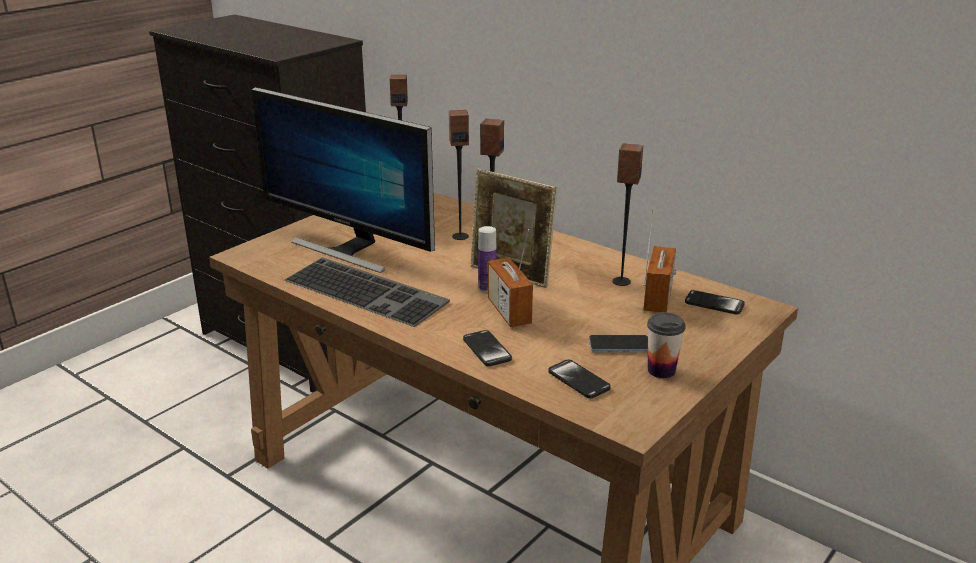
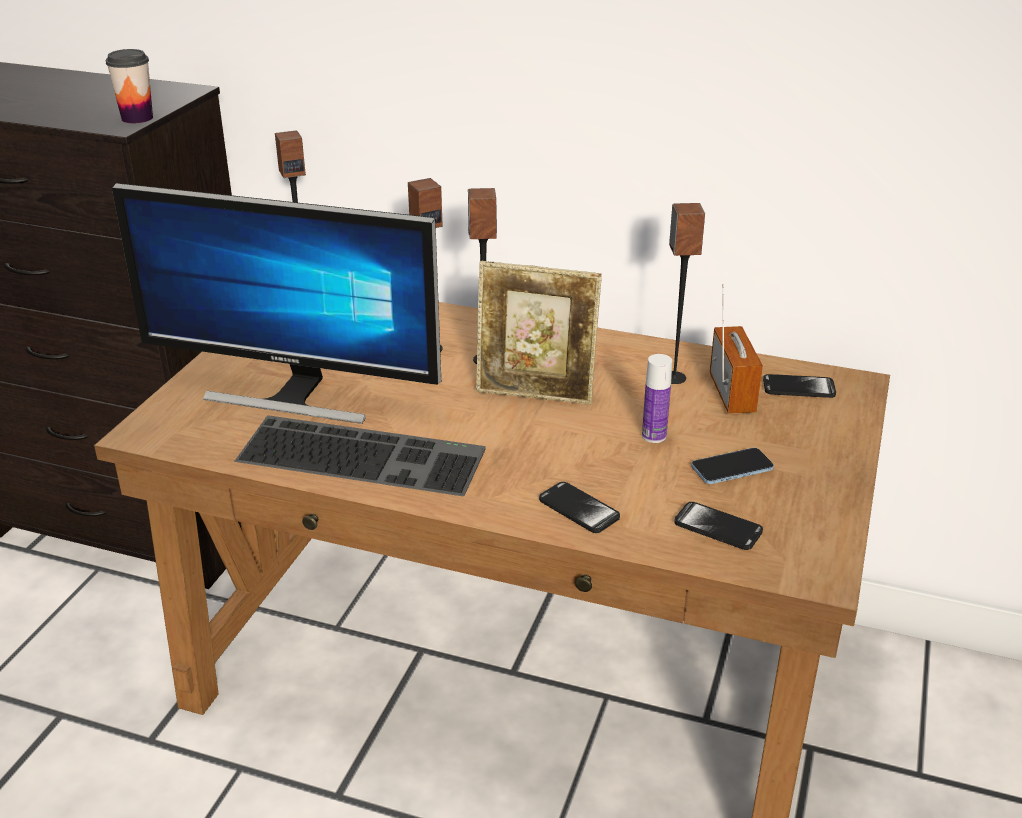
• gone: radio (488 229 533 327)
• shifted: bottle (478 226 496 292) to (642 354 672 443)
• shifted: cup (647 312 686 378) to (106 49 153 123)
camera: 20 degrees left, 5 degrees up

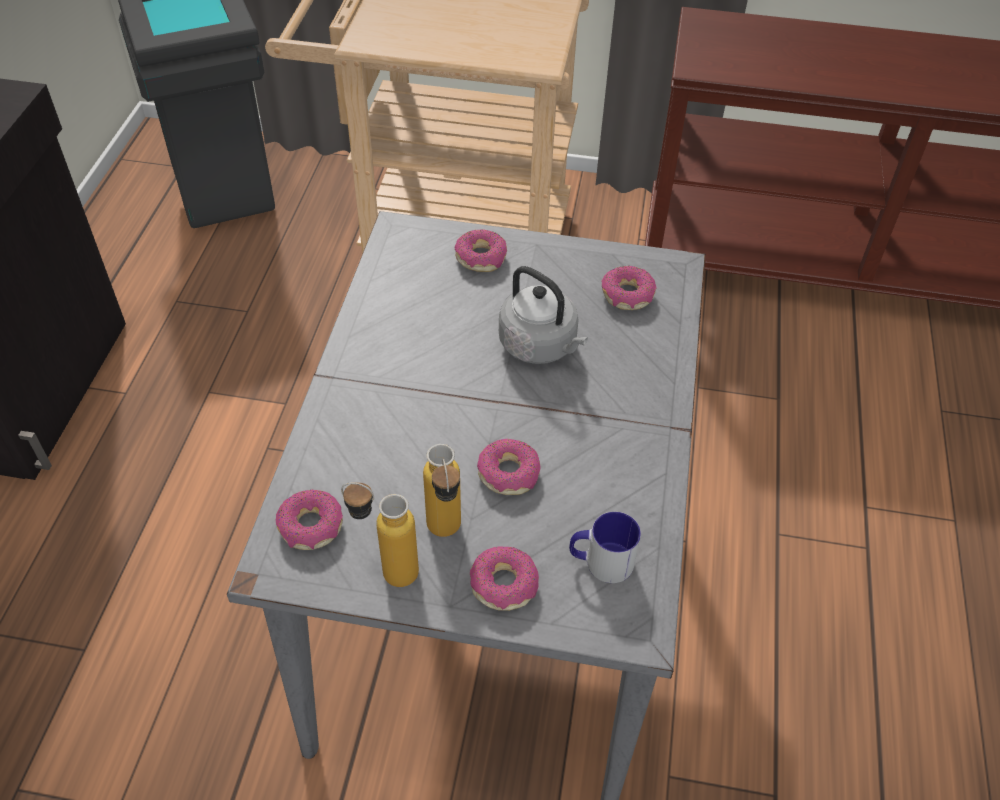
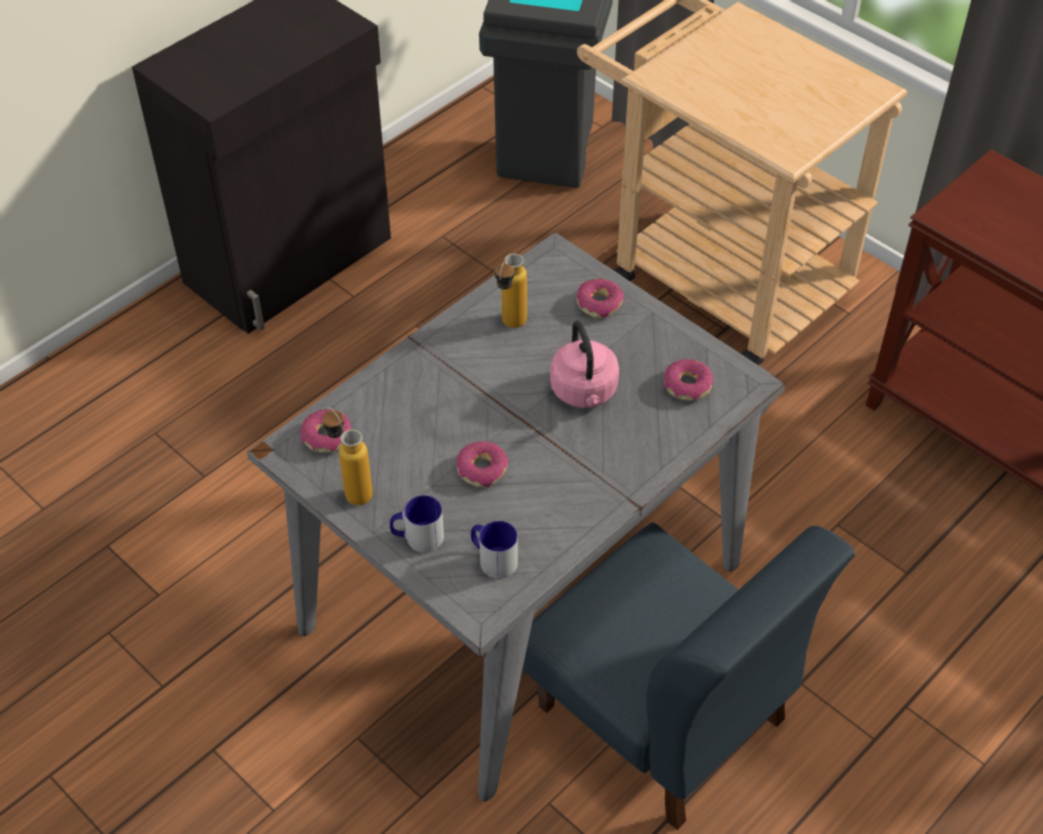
• new: blue chair (522 522 855 830)
• shifted: bottle (423 444 461 537) to (495 254 527 328)
• swapped: donut (470 547 539 611) to mug (390 495 444 553)
• repainted: grey kettle (499 266 588 364) to pink kettle (550 321 619 408)
camera: 35 degrees right, 0 degrees up

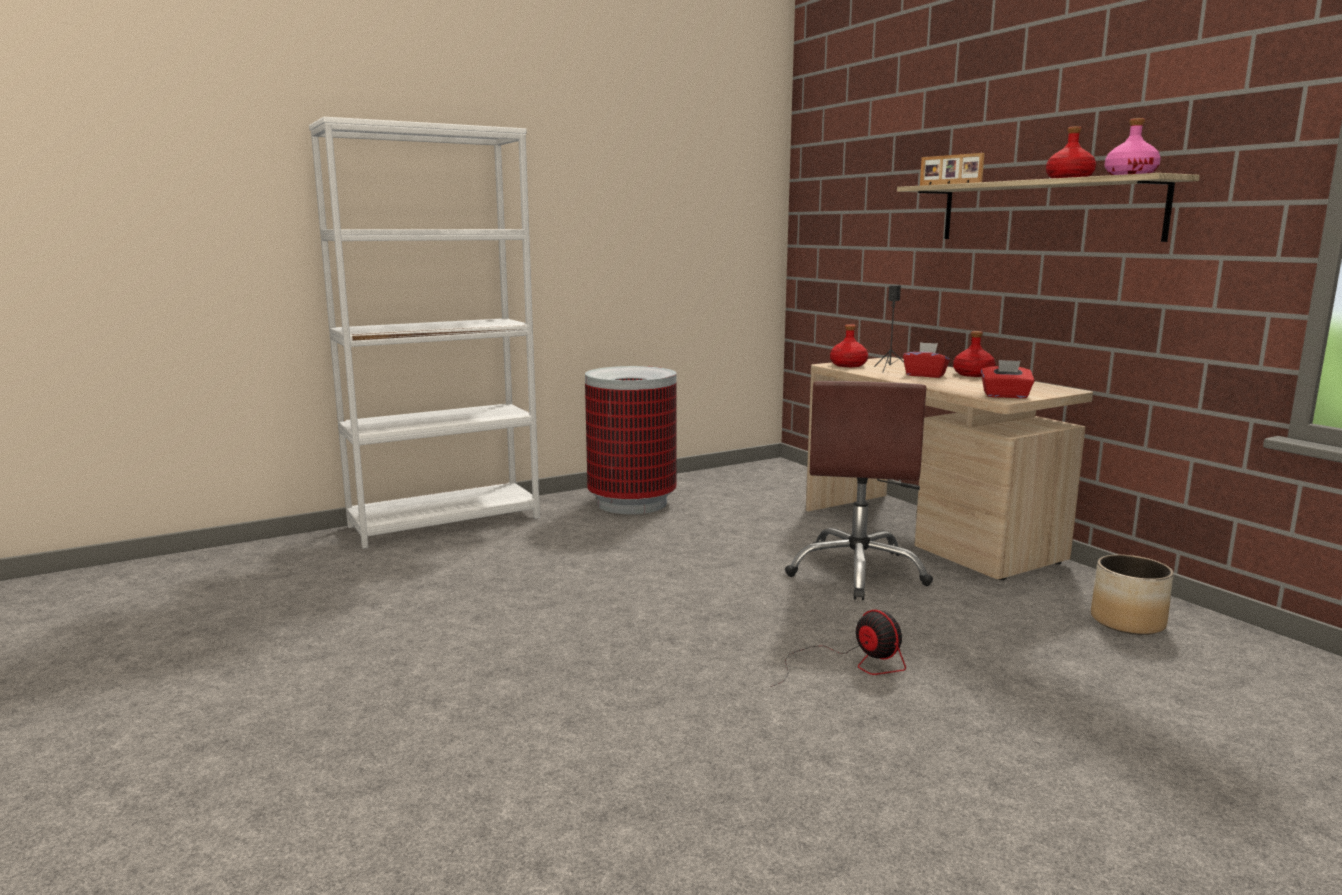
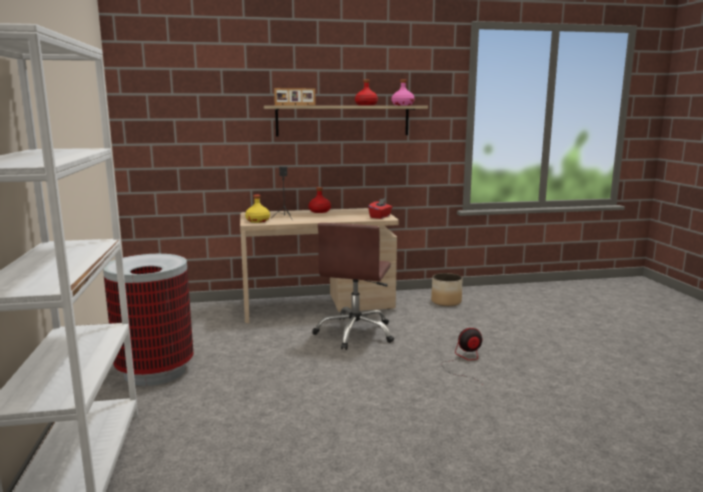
• gone: red tissue box (903 342 950 378)
• repainted: red bottle (830 324 868 367) to yellow bottle (245 195 270 223)
• rotated: brown office chair (785 381 933 600) = (312 223 394 350) 75 degrees clockwise
camera: 70 degrees left, 0 degrees up

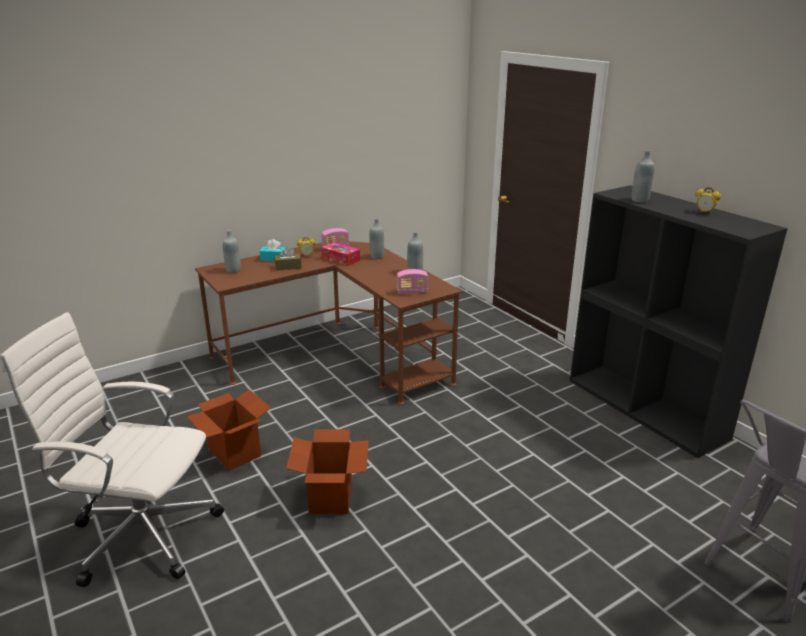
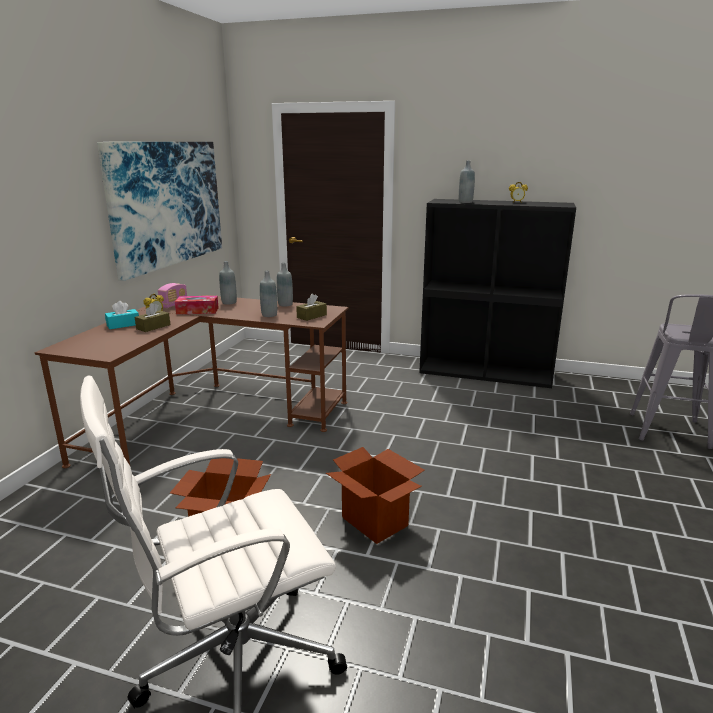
• new: picture (97 142 222 281)
• shifted: grey bottle (223 230 241 273) to (260 270 277 317)
• swapped: radio (397 269 428 294) to brown tissue box (296 294 327 321)
camera: 40 degrees left, 5 degrees down

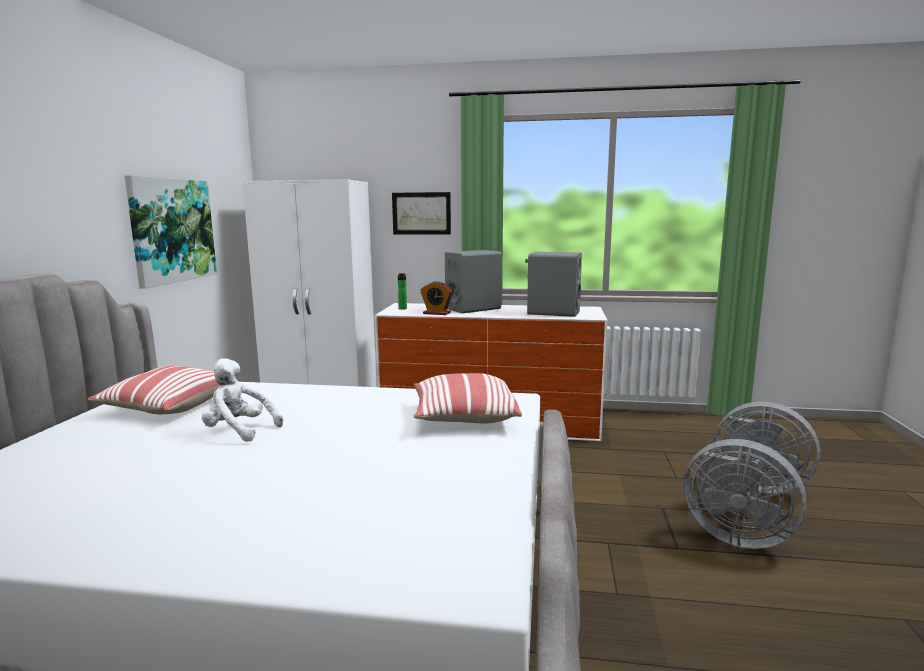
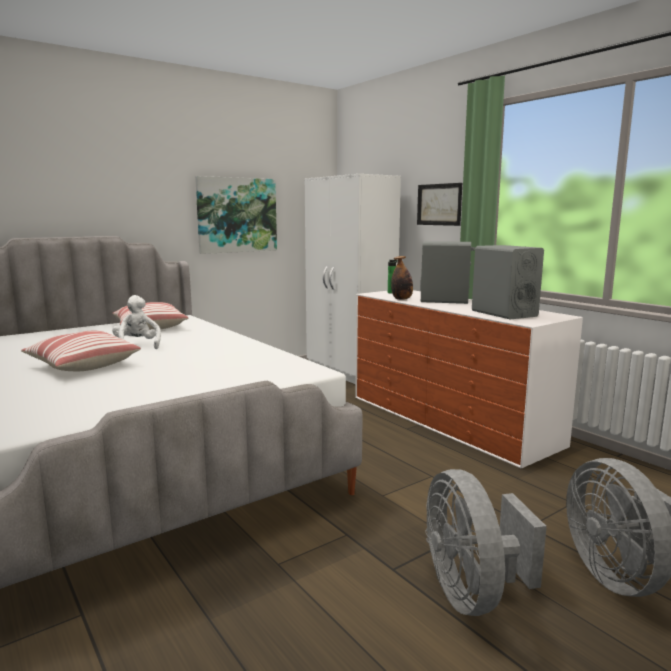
• shifted: pillow (413 373 522 424) to (21 331 141 371)
• swapped: alarm clock (421 281 453 315) to bottle (391 256 413 300)
camera: 45 degrees right, 0 degrees up

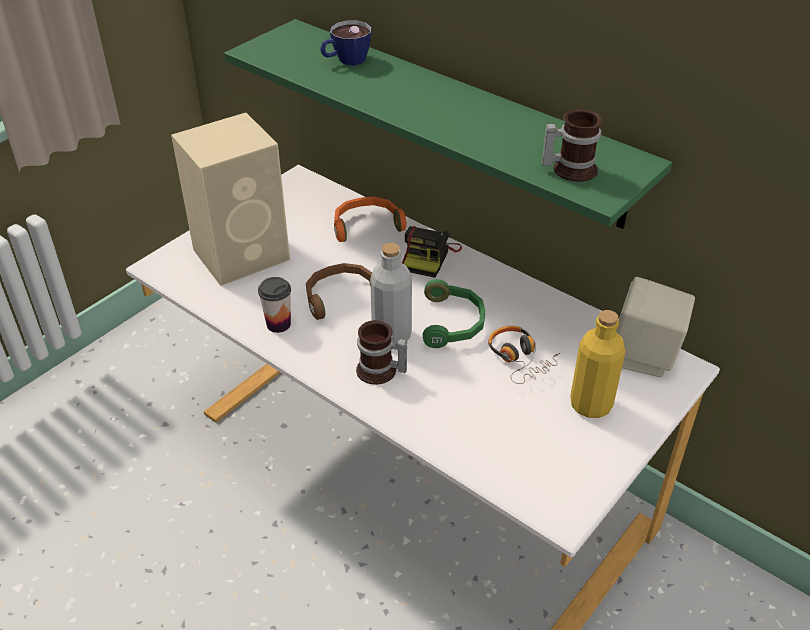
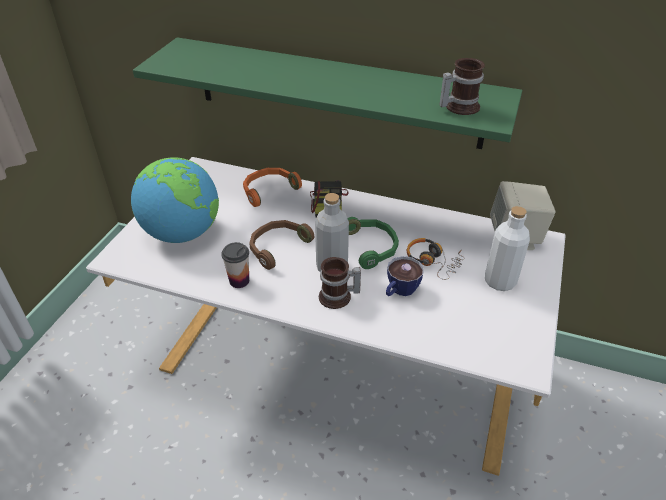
• shifted: cup (320 21 371 65) to (386 256 424 296)
• swapped: beige speaker (171 113 290 286) to globe (131 157 219 243)
• repainted: yellow bottle (570 310 625 418) to white bottle (485 206 530 291)
camera: 20 degrees left, 0 degrees up

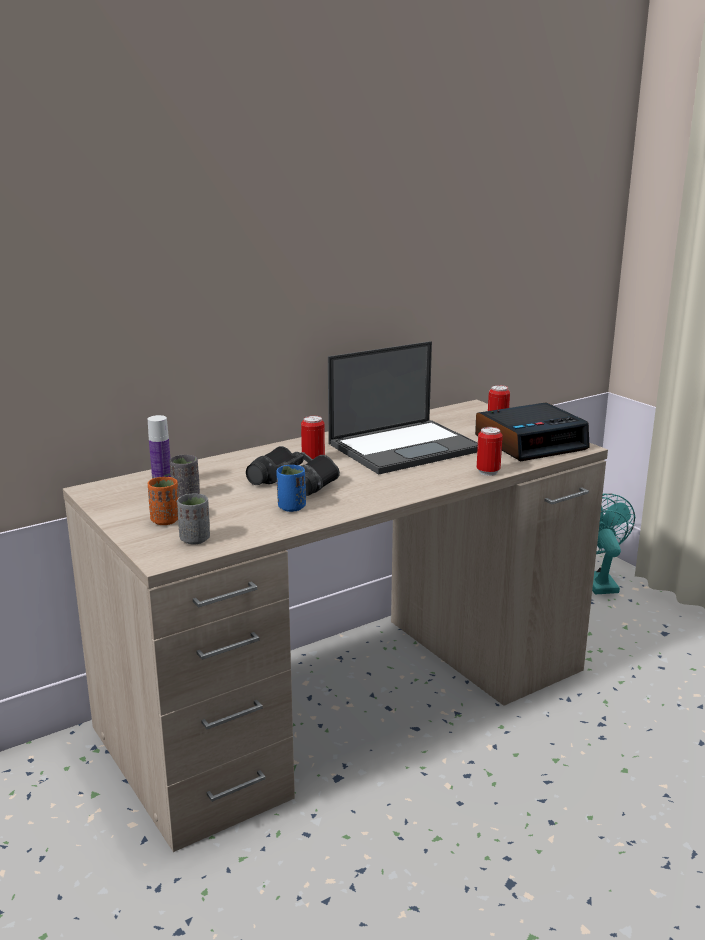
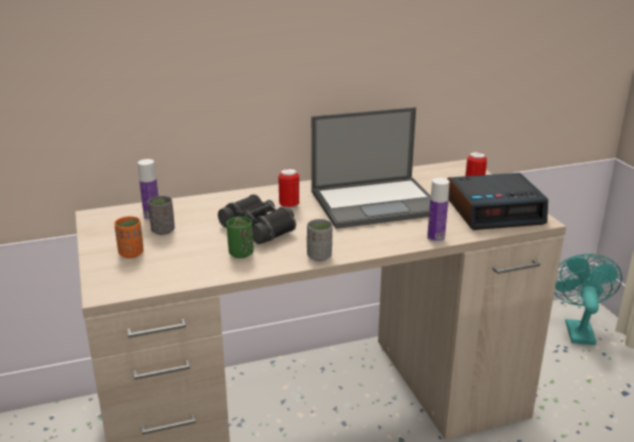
• shifted: grey cup (177 494 210 545) to (307 219 332 261)
• swapped: can (477 427 503 476) to bottle (427 178 449 243)
• repainted: blue cup (276 465 306 512) to green cup (227 217 254 258)
camera: 15 degrees right, 5 degrees up

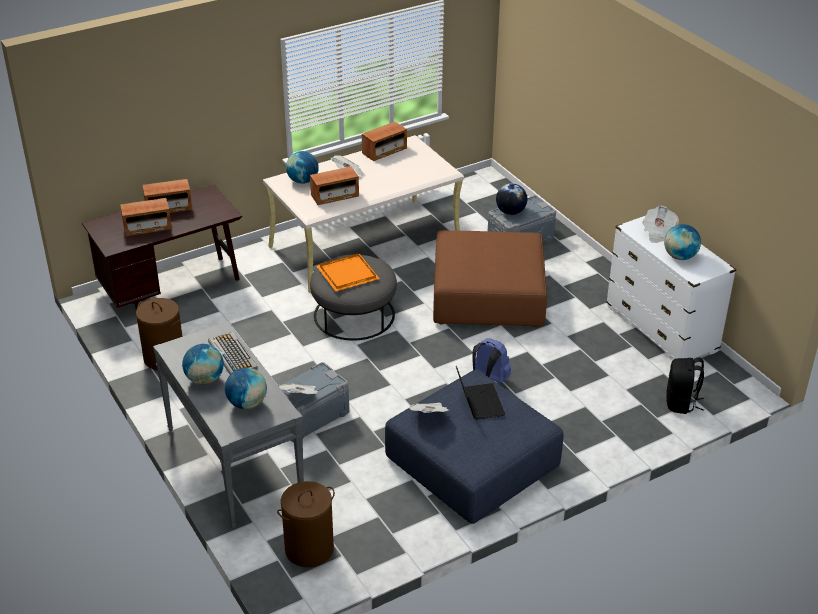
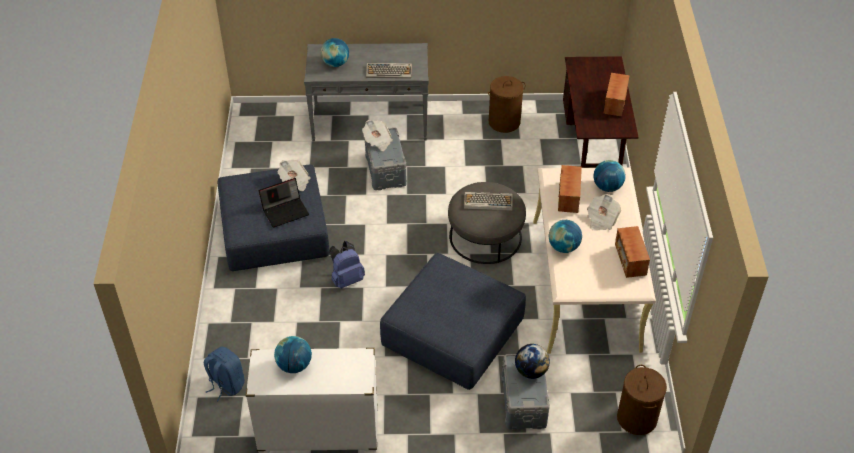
• gone: radio (120 198 172 236)
• gone: newspaper (642 206 679 243)
• shifted: globe (182 344 224 385) to (549 220 582 253)
• shifted: brown laundry basket (277 481 335 567) to (617 365 667 435)
• swapped: orange tray (317 254 380 291) to keyboard (464 192 513 211)
• repainted: brown ottoman (433 230 547 327) to blue ottoman (380 253 526 390)
• repainted: black backpack (666 357 704 414) to blue backpack (204 347 245 401)
• rotated: laptop (456 365 505 420) = (259 178 309 228) 45 degrees counterclockwise
camera: 120 degrees right, 10 degrees up

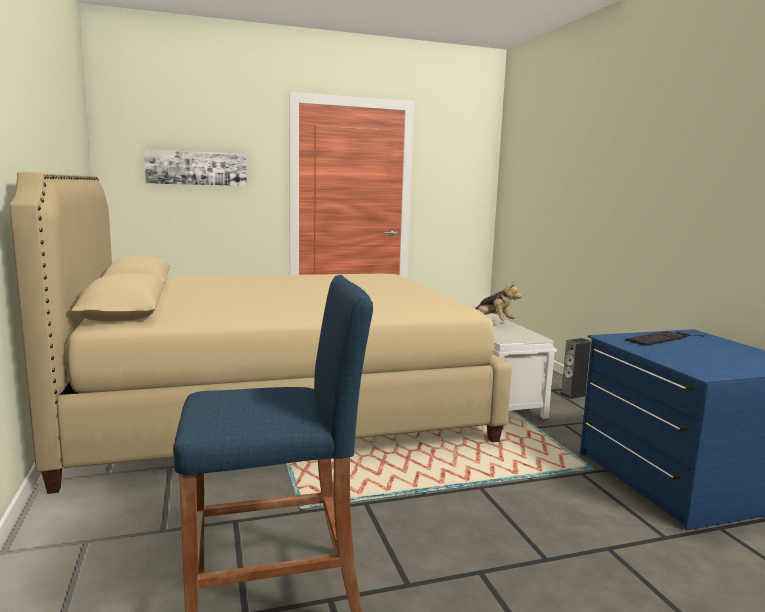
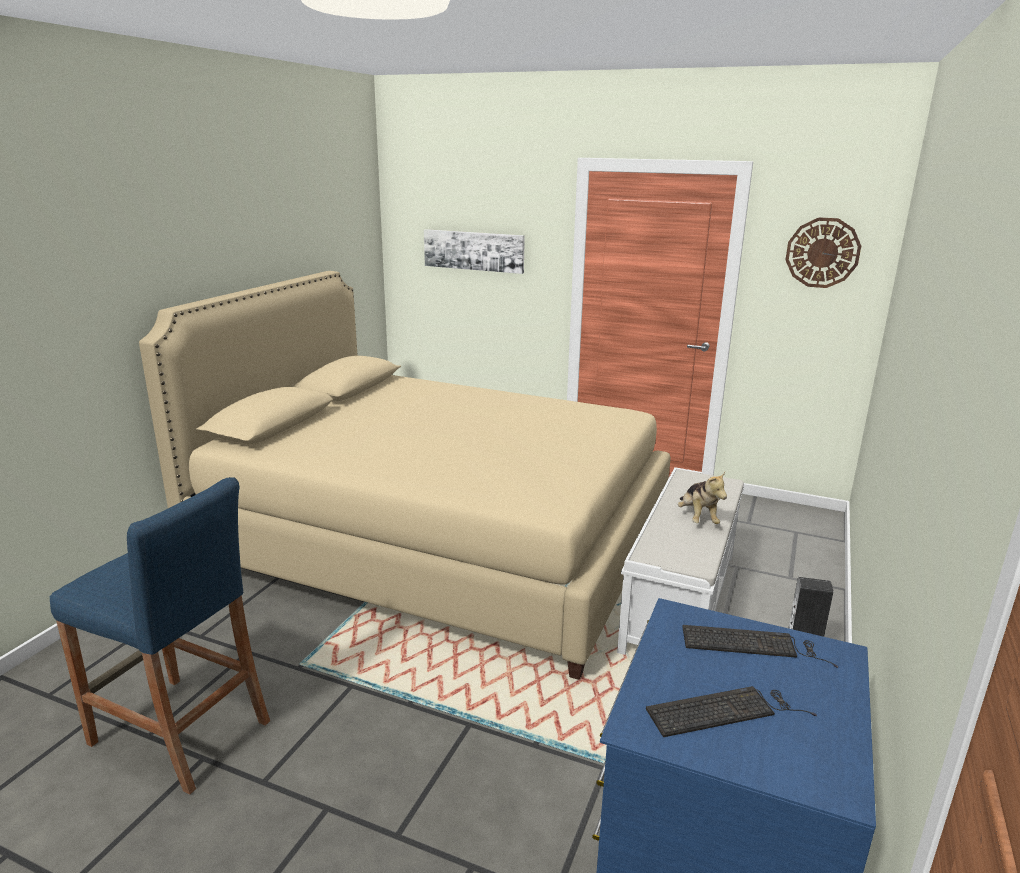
• new: keyboard (646 686 817 737)
• new: wall clock (786 217 861 288)
camera: 40 degrees right, 10 degrees up

